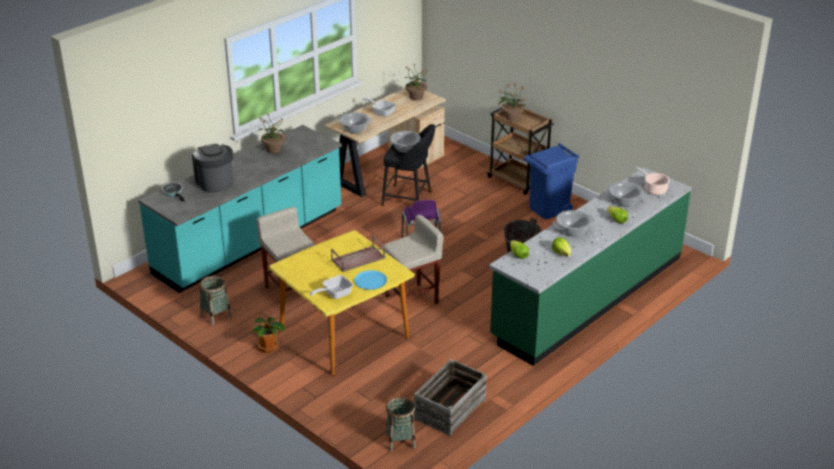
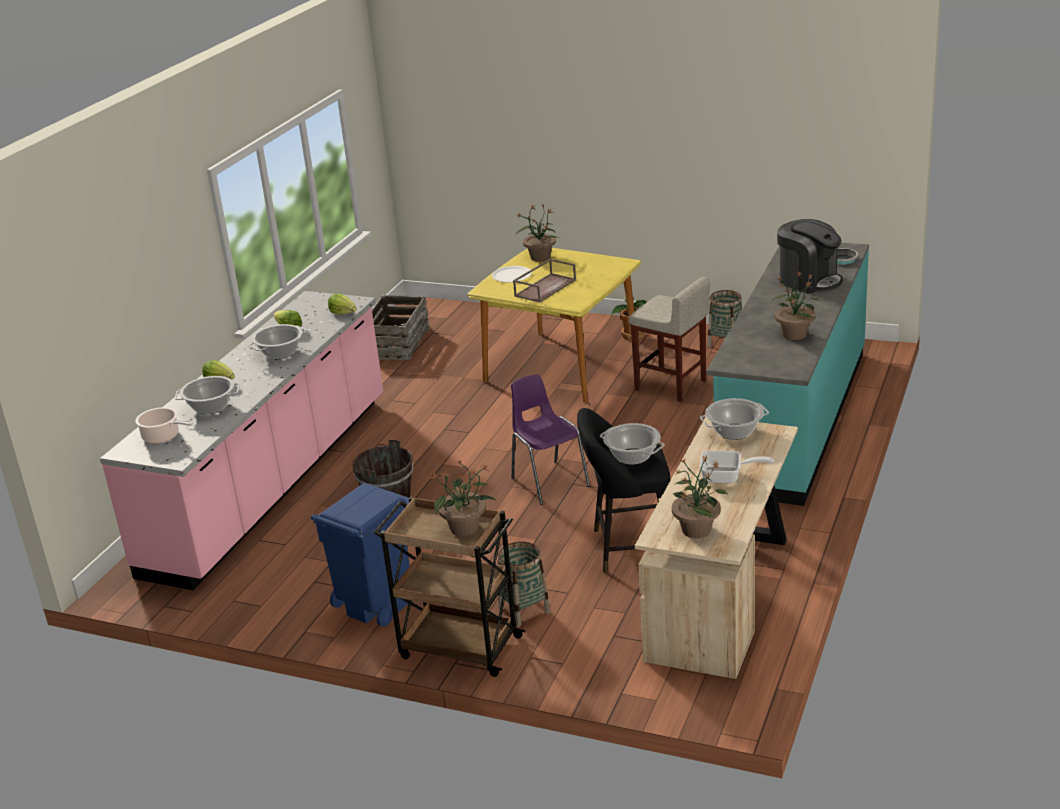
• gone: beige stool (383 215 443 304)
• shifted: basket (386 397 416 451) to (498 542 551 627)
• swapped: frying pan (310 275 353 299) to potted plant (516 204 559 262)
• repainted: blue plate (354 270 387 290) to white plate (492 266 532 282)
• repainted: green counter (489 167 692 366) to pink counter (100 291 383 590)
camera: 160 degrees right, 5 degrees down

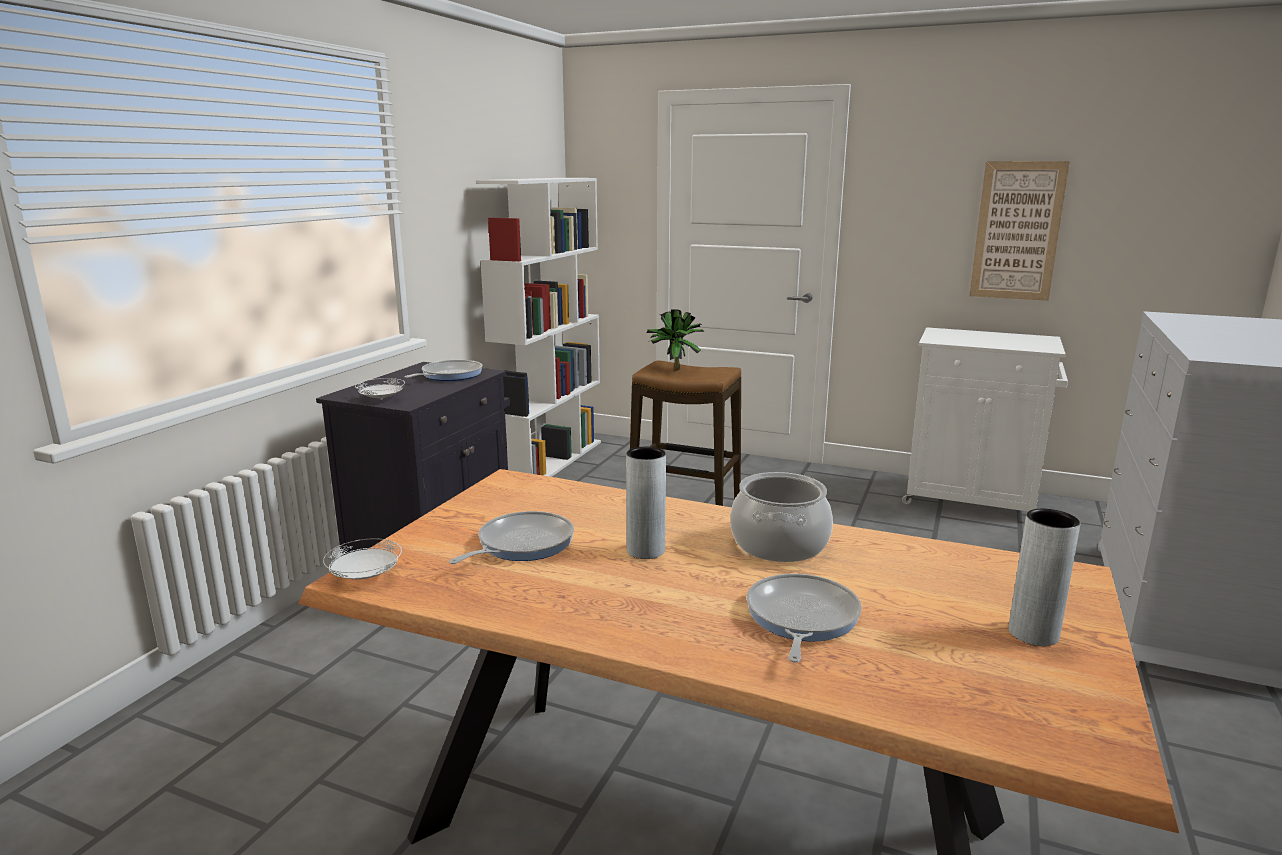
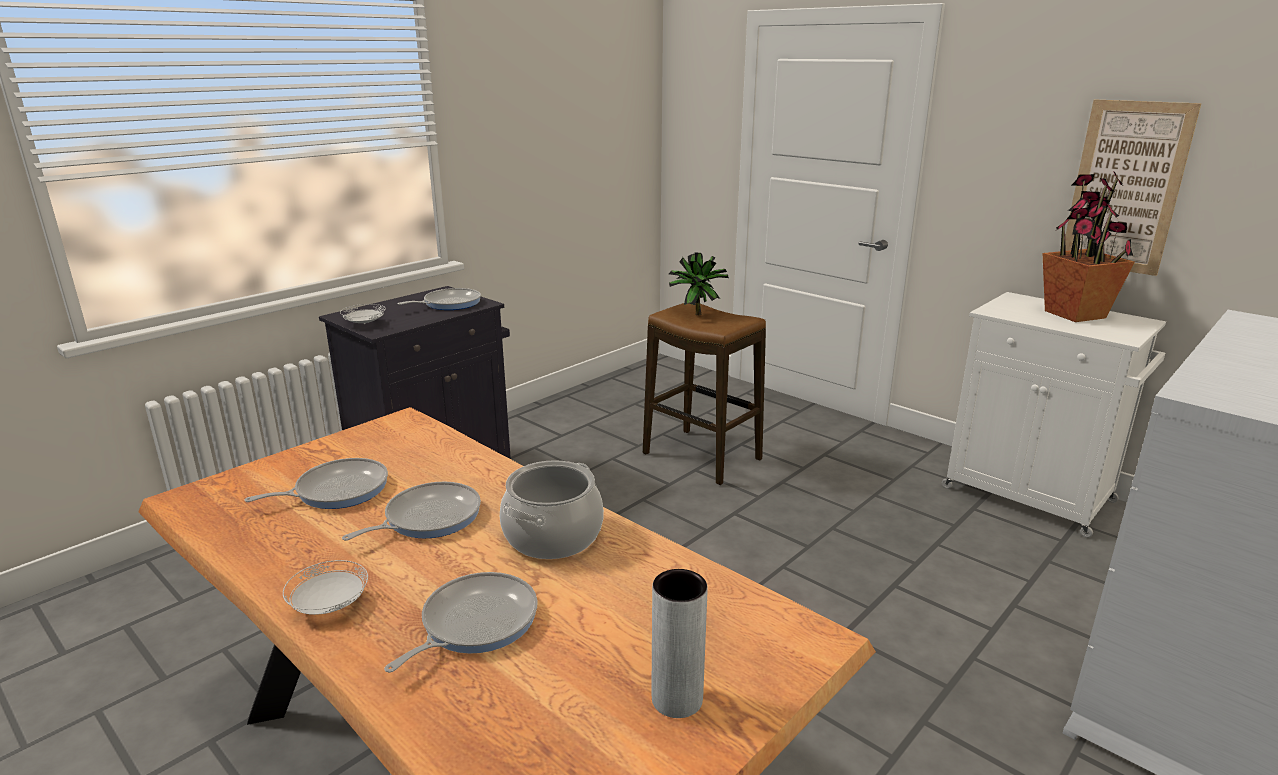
• gone: white bookcase (476 178 601 477)
• new: potted plant (1043 171 1134 322)
• shifted: white plate (323 538 402 580) to (283 560 368 615)
• swapped: grey vase (626 447 666 559) to frying pan (342 482 481 541)
camera: 20 degrees right, 5 degrees up

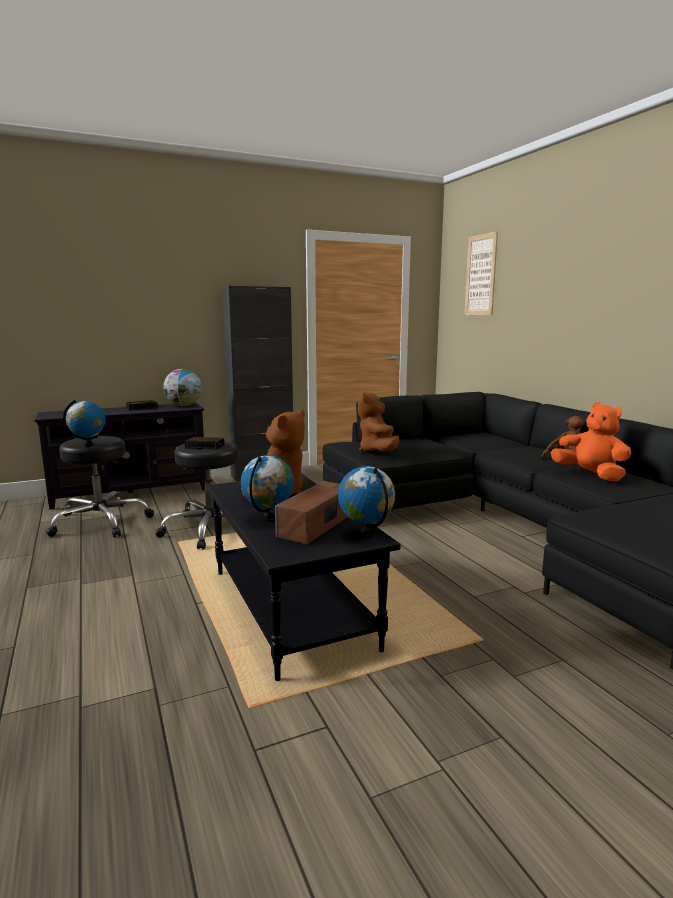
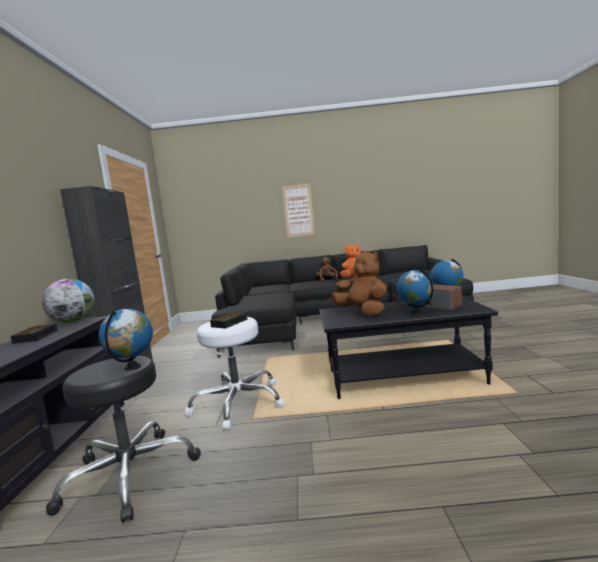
• gone: brown plush toy (358 391 400 452)
• shifted: picture (464 231 498 315) to (282 183 315 238)
• repainted: black stool (156 441 239 549) to white stool (184 317 285 430)
camera: 65 degrees left, 5 degrees down

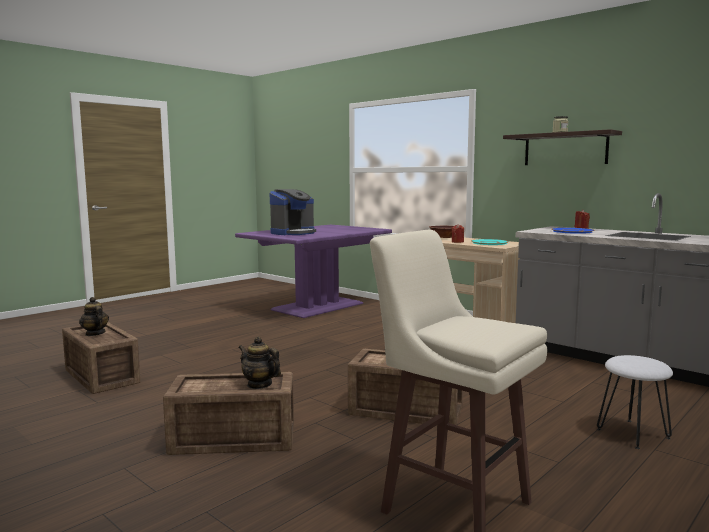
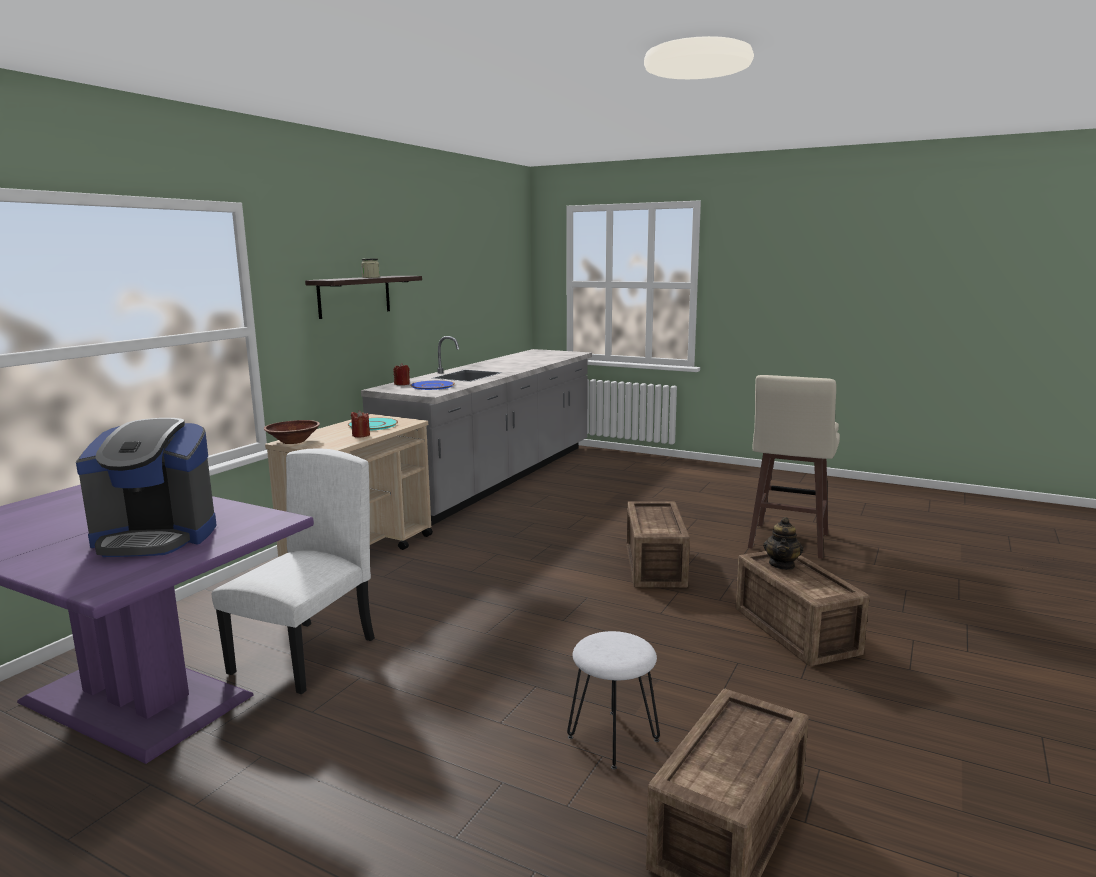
• gone: teapot (79 297 109 336)
• new: white chair (212 448 375 694)
• shifted: white stool (597 355 673 449) to (567 631 660 770)
• rotated: coffee machine (270 189 316 235) = (76 418 216 557) 150 degrees clockwise
camera: 105 degrees left, 5 degrees up

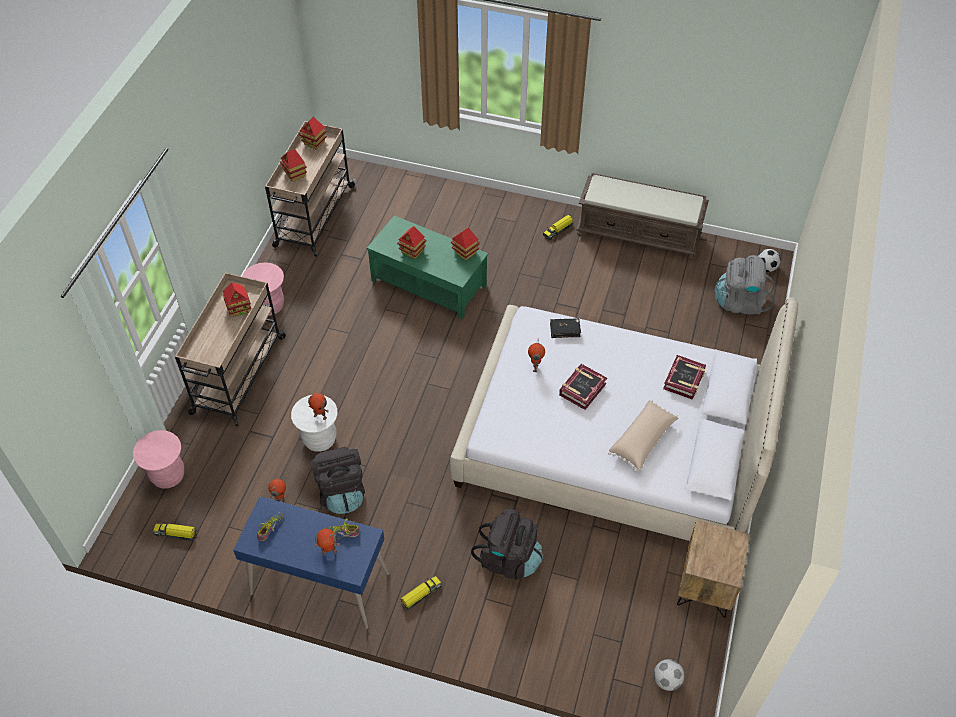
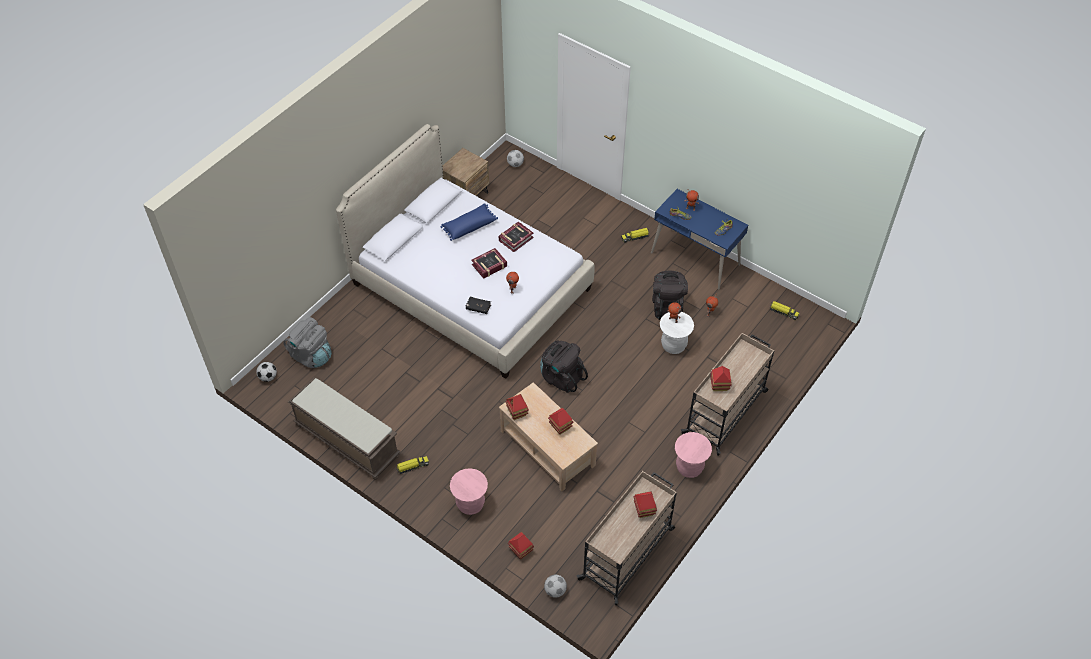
• new: football (544 575 567 598)
• shifted: pink stool (133 430 184 489) to (450 468 488 515)
• shifted: toy house (299 117 327 150) to (508 532 534 560)
• shifted: black backpack (471 508 543 580) to (540 340 588 393)
• shifted: book (663 355 706 400) to (499 222 534 252)
• repainted: green coffee table (367 215 488 320) to beige coffee table (499 382 598 492)
• repainted: beige pillow (608 400 678 472) to blue pillow (441 203 498 241)
camera: 160 degrees left, 0 degrees up

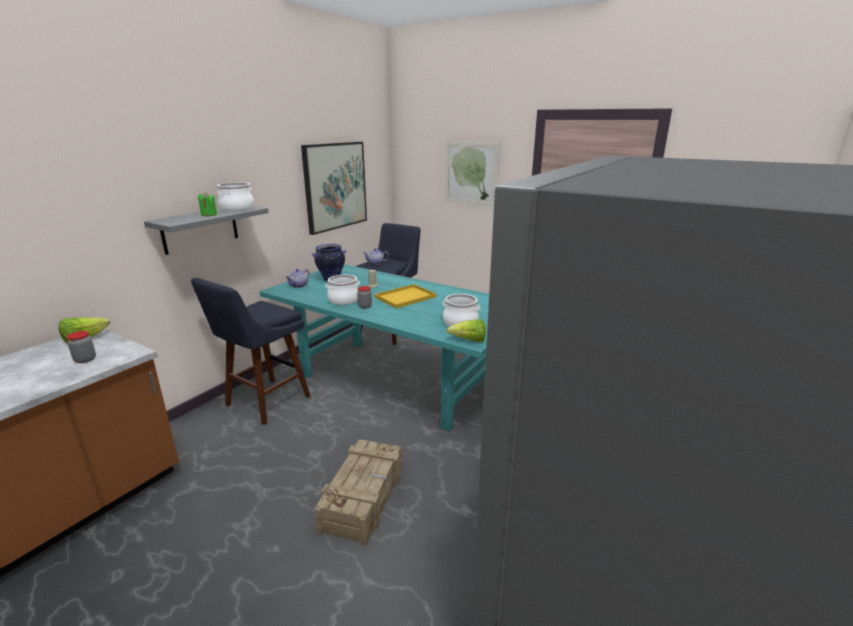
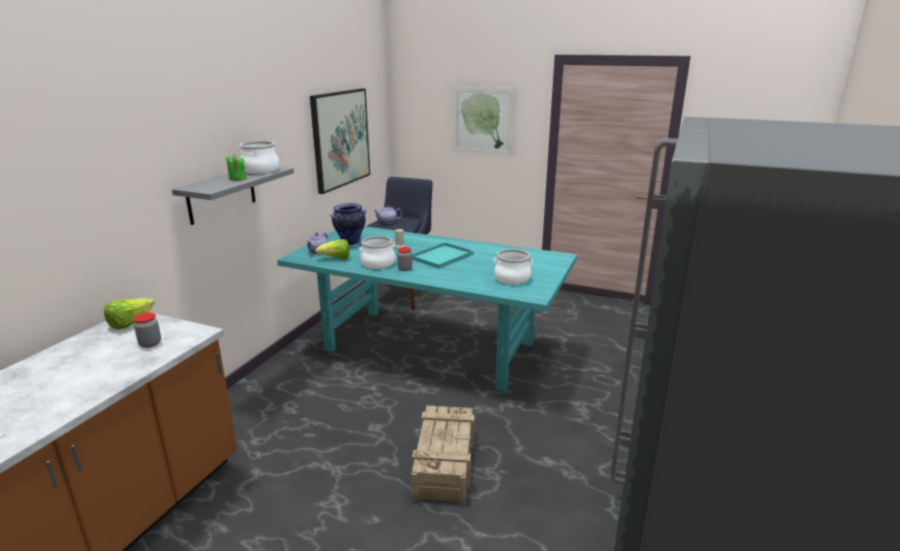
• gone: blue stool (191 278 311 425)
• shifted: lettuce (446 319 486 342) to (315 239 349 259)
• repainted: yellow tray (375 284 436 308) to turquoise tray (412 242 474 269)
camera: 10 degrees left, 0 degrees up

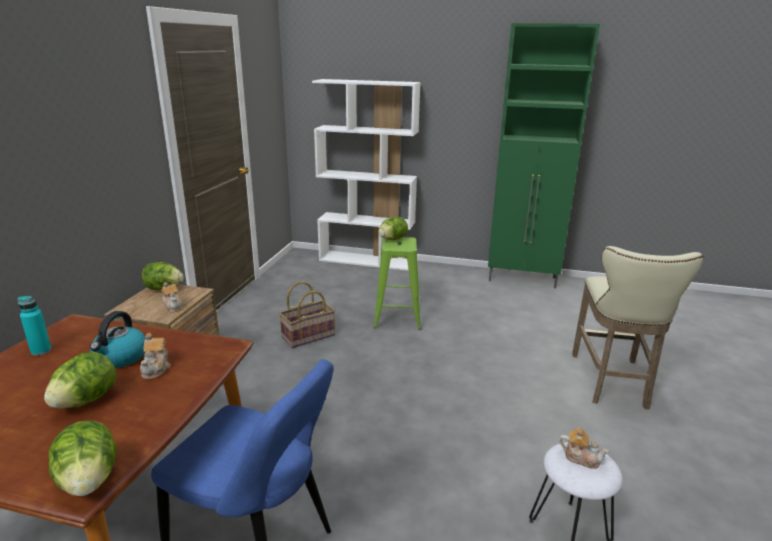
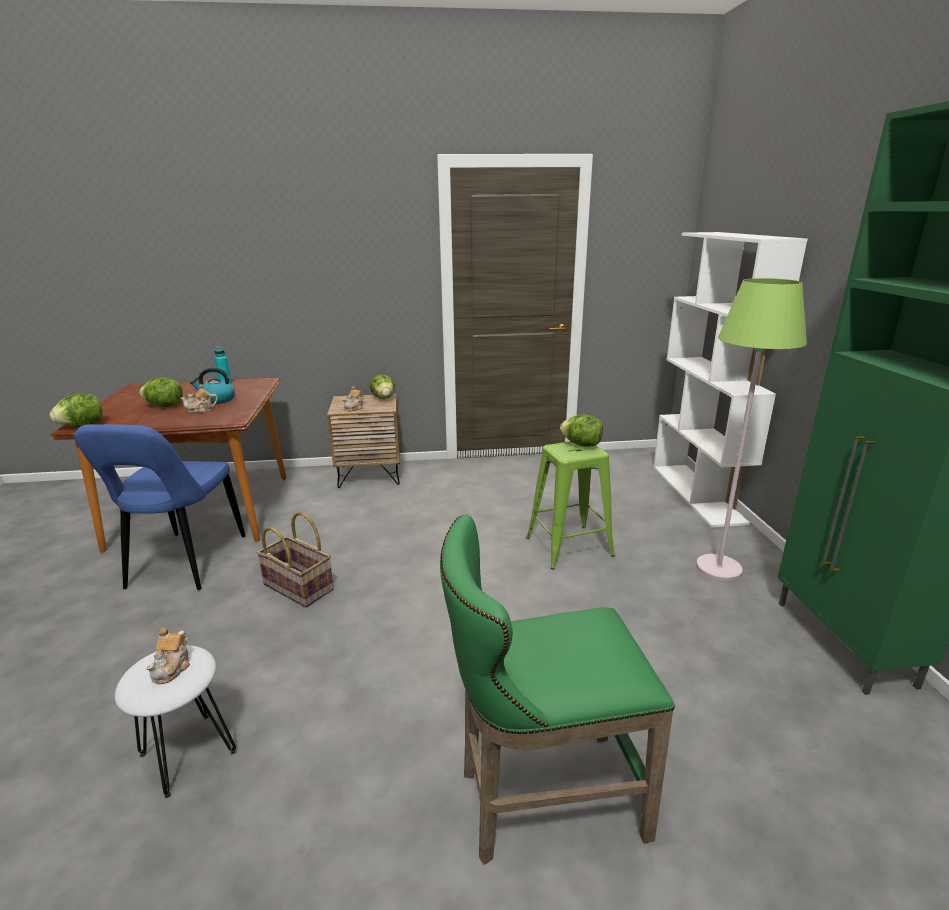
• new: green floor lamp (696 278 807 581)
• shifted: basket (279 281 335 348) to (257 512 334 607)
• repainted: beige stool (572 246 704 409) to green stool (440 515 675 865)
camera: 70 degrees right, 0 degrees up

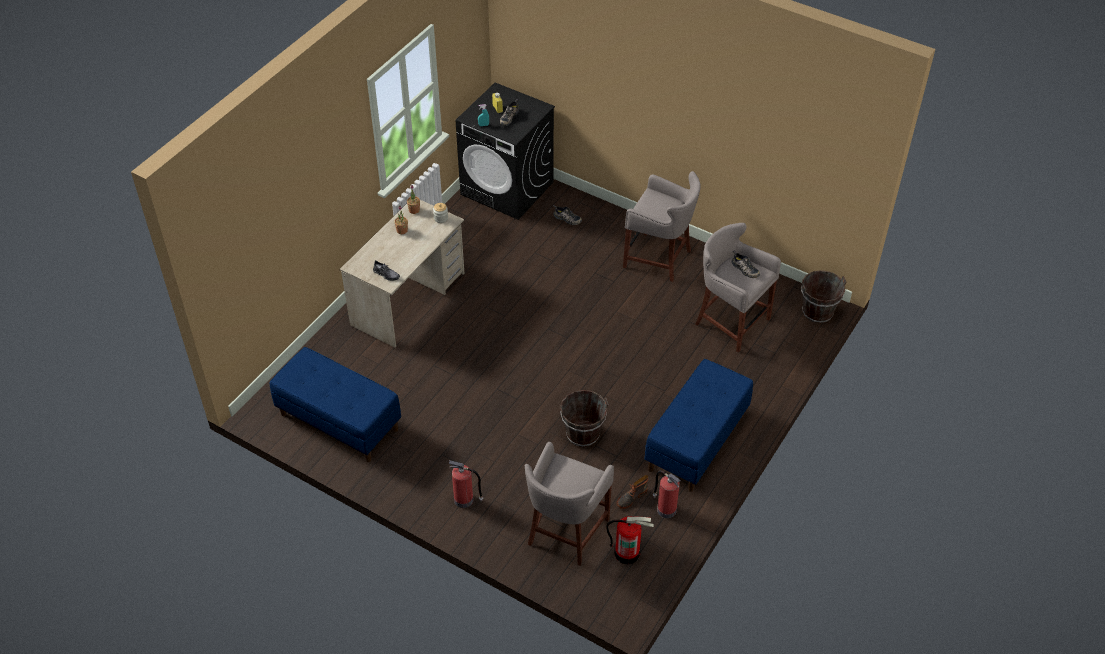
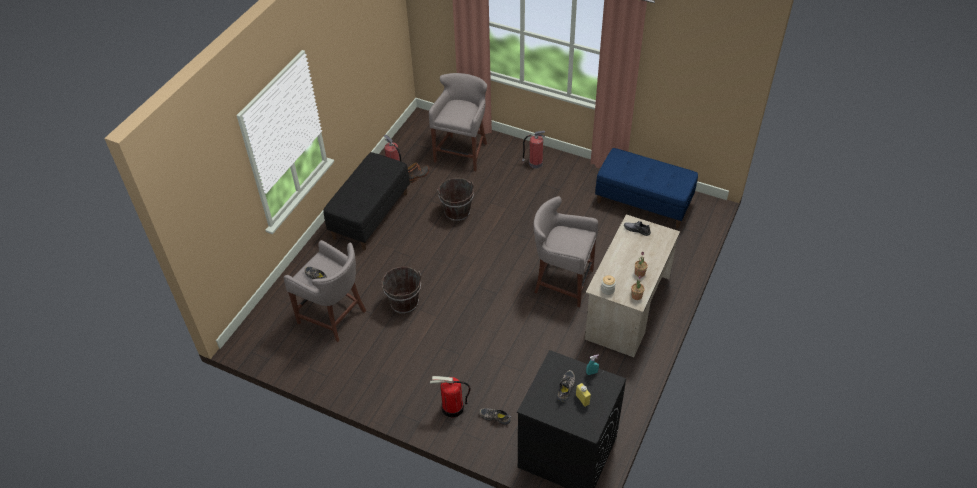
• shifted: fire extinguisher (606 516 654 564) to (430 376 471 418)
• shifted: grey stool (623 171 701 282) to (534 196 598 307)
• shifted: brown bucket (801 270 847 323) to (381 267 421 314)
• repainted: blue bench (645 359 753 492) to black bench (323 152 410 250)
camera: 175 degrees right, 0 degrees up

